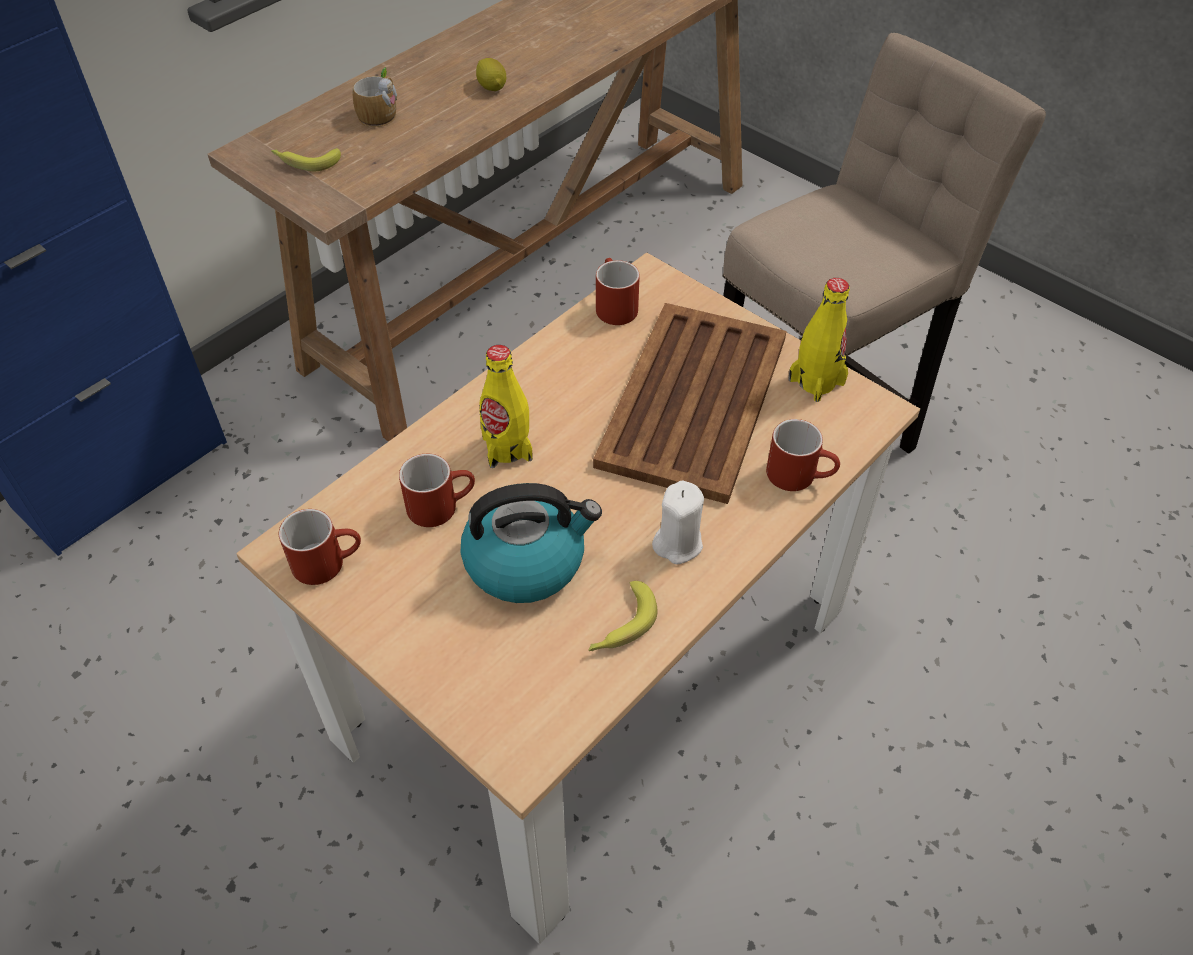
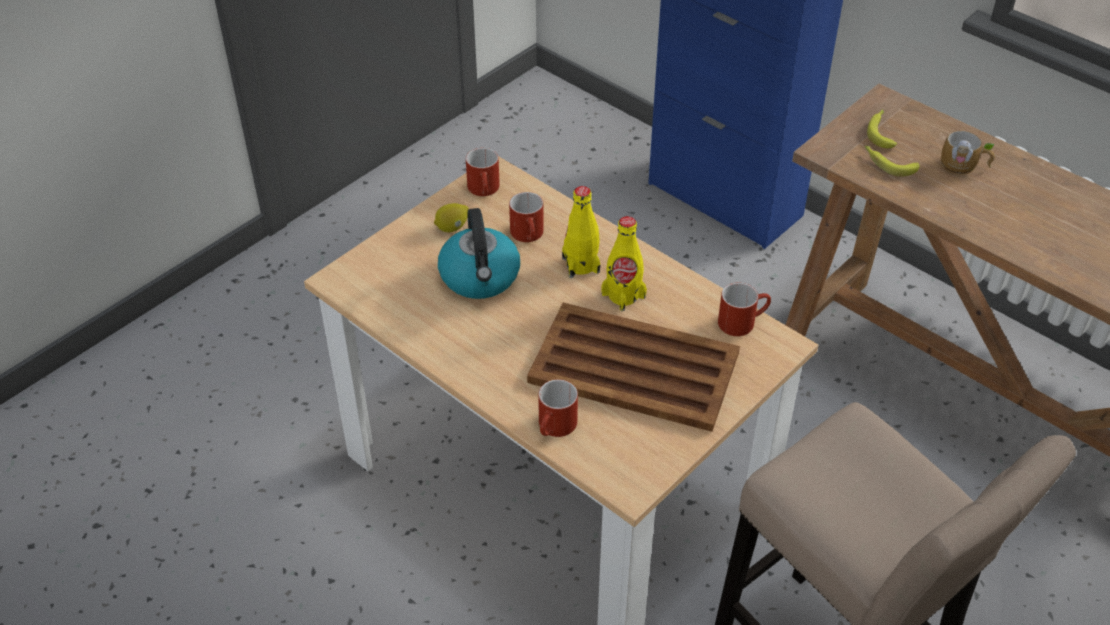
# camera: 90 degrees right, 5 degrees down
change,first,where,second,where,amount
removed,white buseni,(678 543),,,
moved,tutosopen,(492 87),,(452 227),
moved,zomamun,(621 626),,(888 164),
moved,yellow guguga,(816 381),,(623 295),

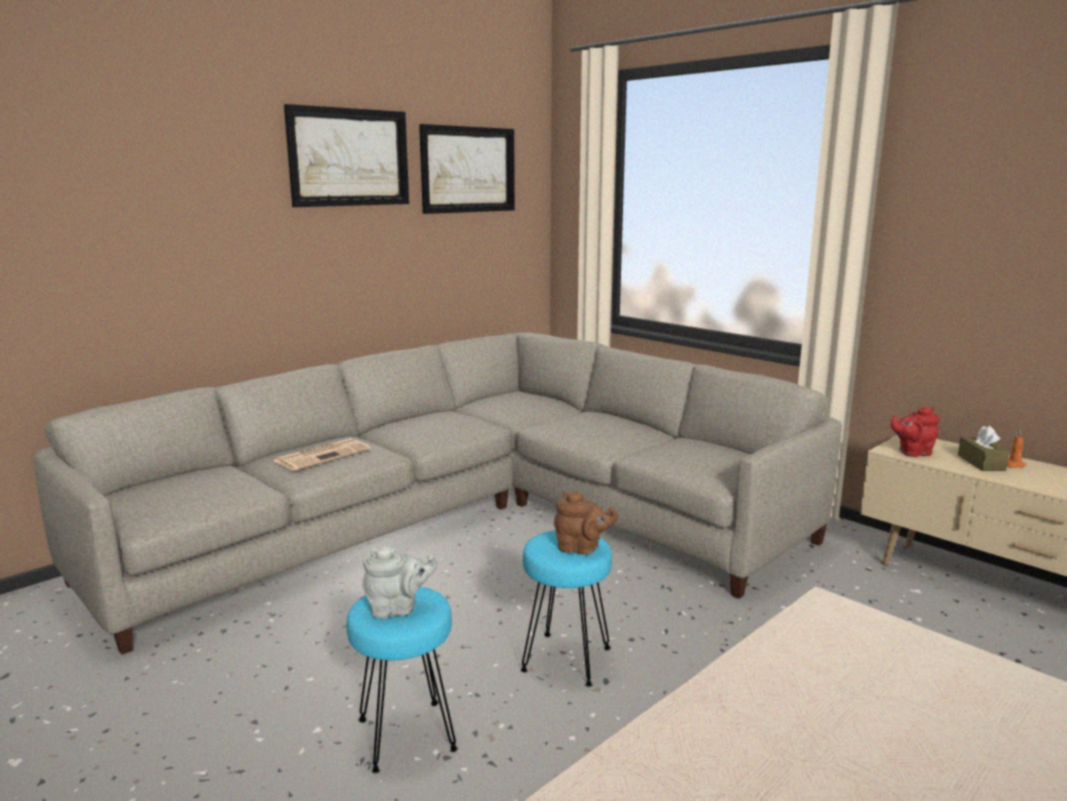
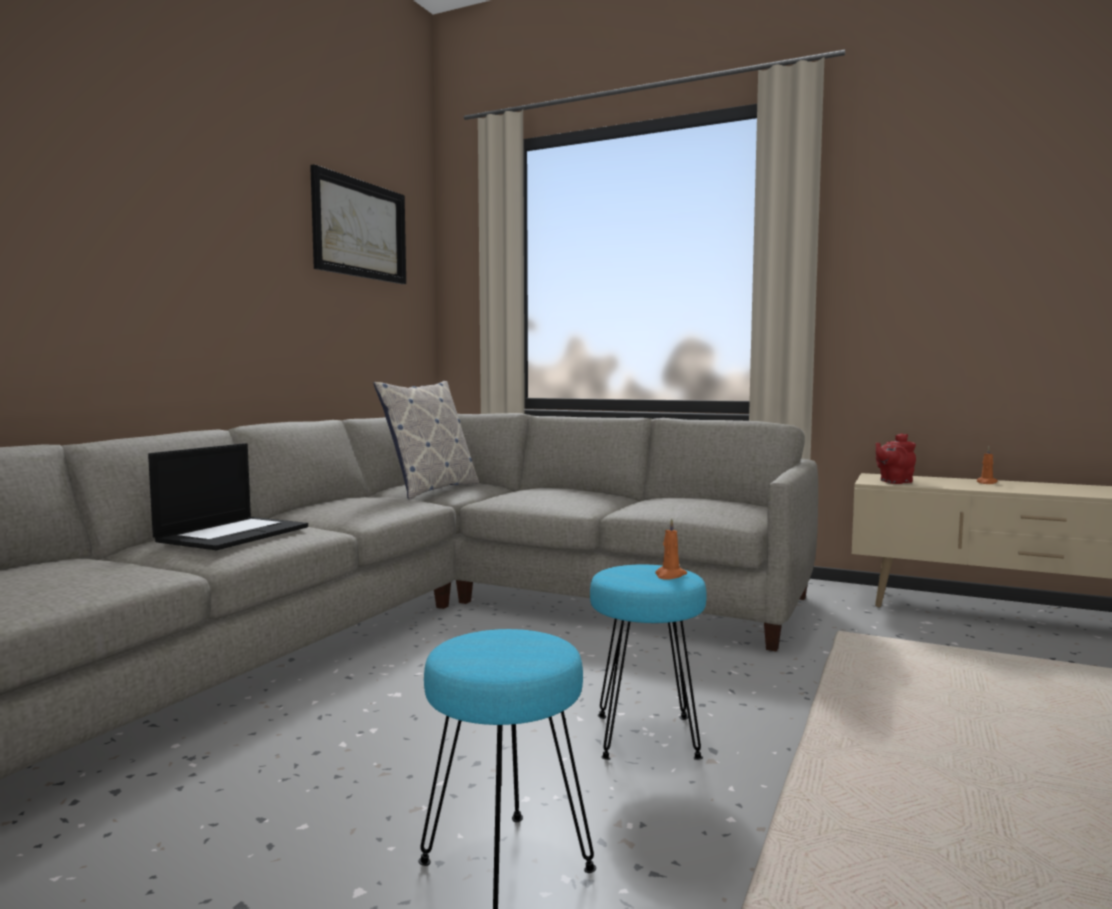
# camera: 20 degrees left, 10 degrees down
change,first,where,second,where,amount
removed,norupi,(349 157),,,
removed,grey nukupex,(398 609),,,
removed,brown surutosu,(981 462),,,
added,,,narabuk,(430 490),
replaced,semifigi,(323 455),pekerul,(233 534),
replaced,brown nukupex,(582 549),orange buseni,(670 575),

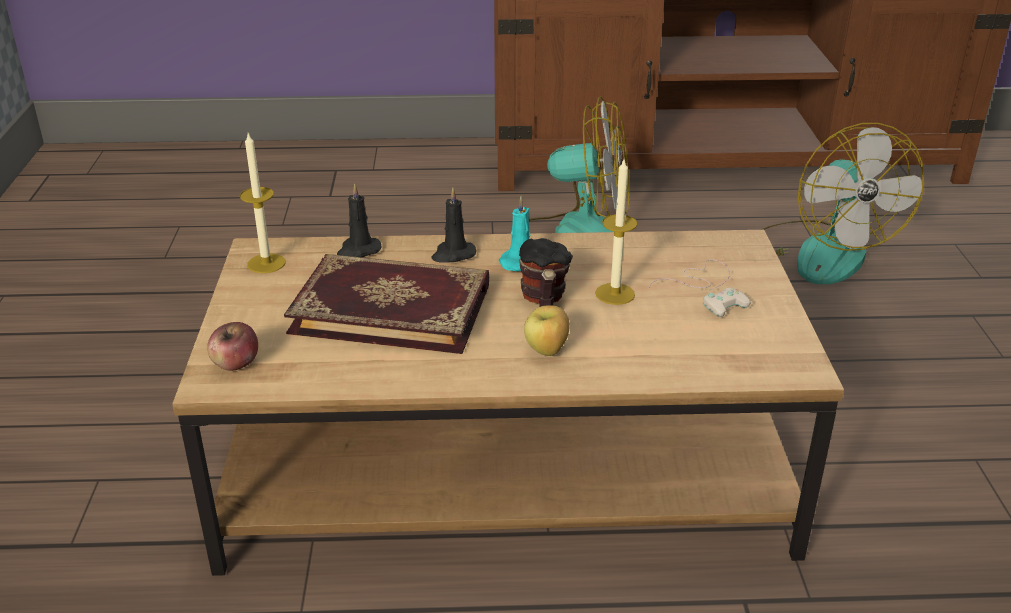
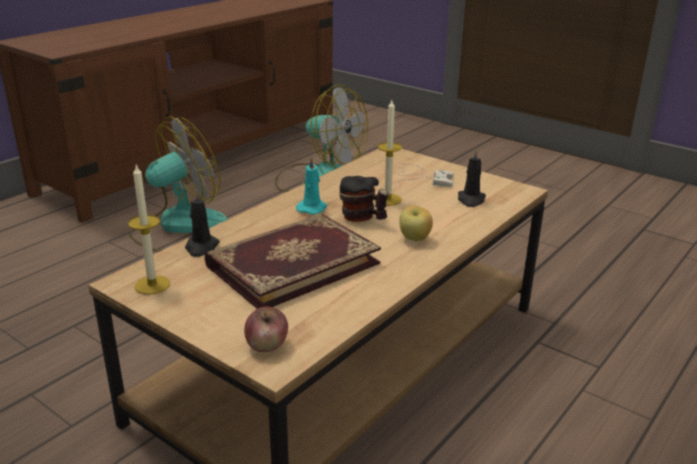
# camera: 50 degrees left, 5 degrees down
change,first,where,second,where,amount
moved,black buseni,(453 254),,(471 200),

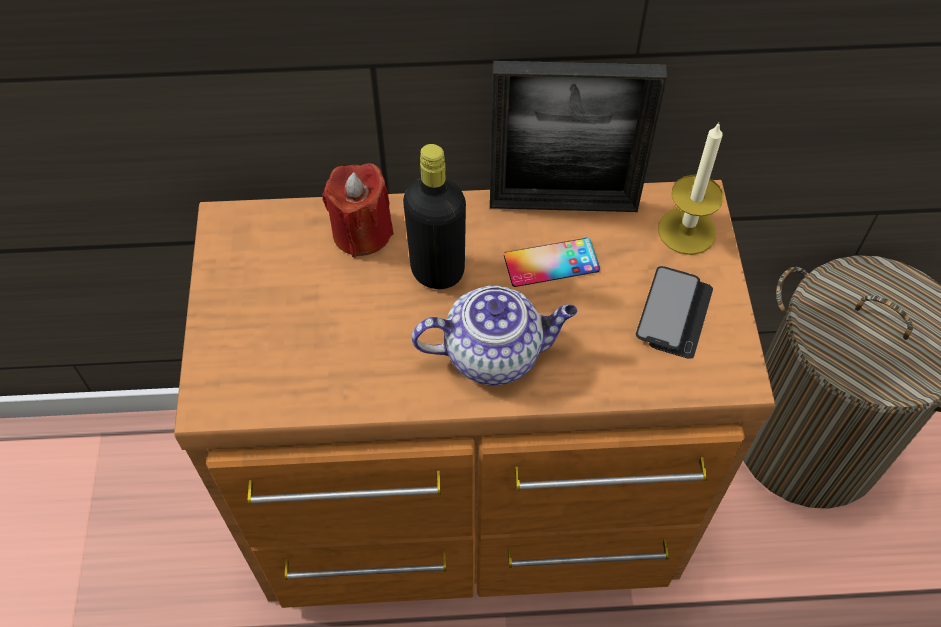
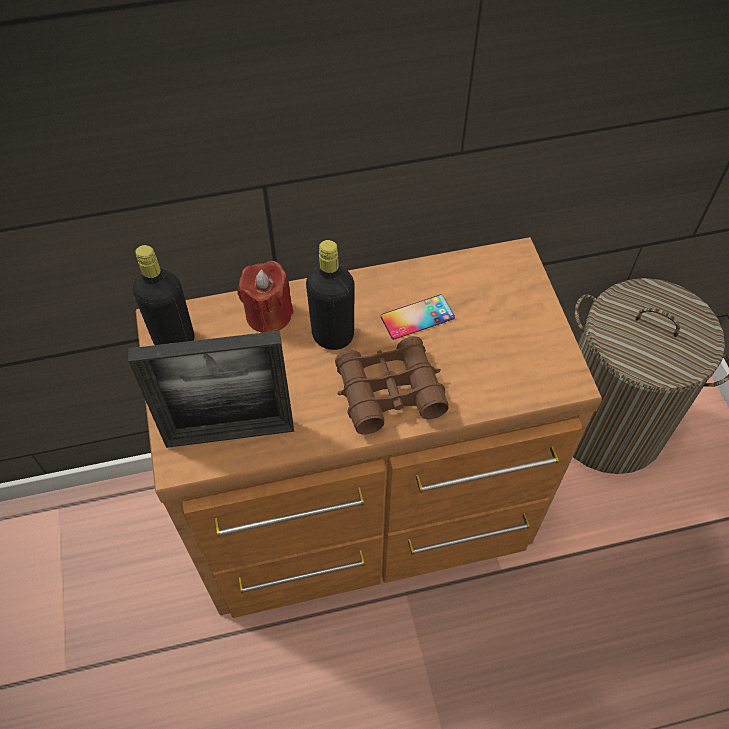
# camera: 10 degrees left, 0 degrees up
change,first,where,second,where,amount
removed,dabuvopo,(674 313),,,
removed,buseni,(687 231),,,
added,,,black guguga,(174 340),
moved,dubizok,(563 204),,(230 434),
replaced,nukupex,(495 353),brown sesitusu,(389 391),

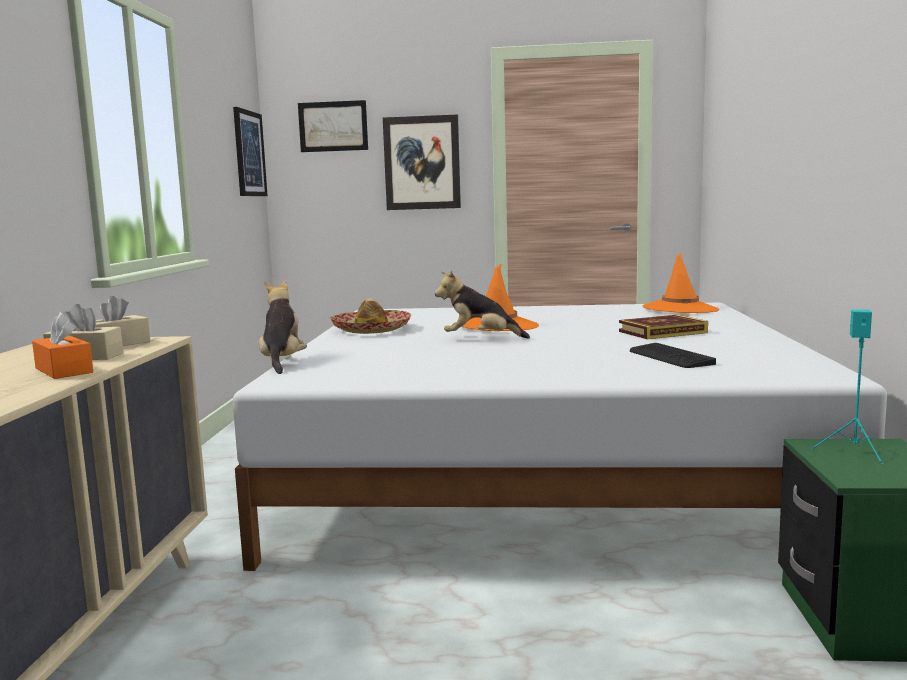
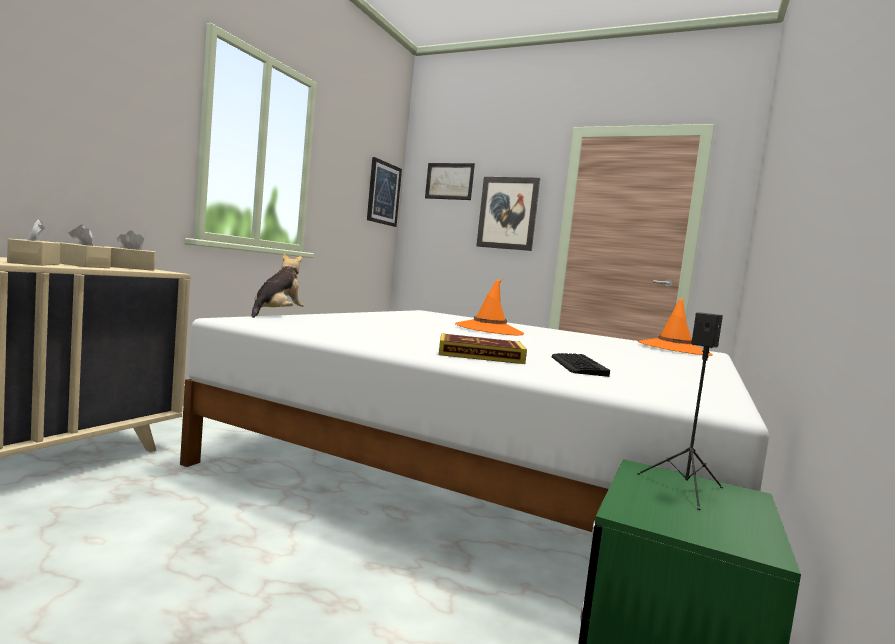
# camera: 20 degrees right, 5 degrees down
change,first,where,second,where,amount
removed,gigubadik,(370 330),,,
removed,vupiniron,(480 339),,,
moved,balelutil,(662 332),,(480 355),
recoloured,orange surutosu,(64 370),beige surutosu,(34 263),
recoloured,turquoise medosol,(854 451),black medosol,(685 489),

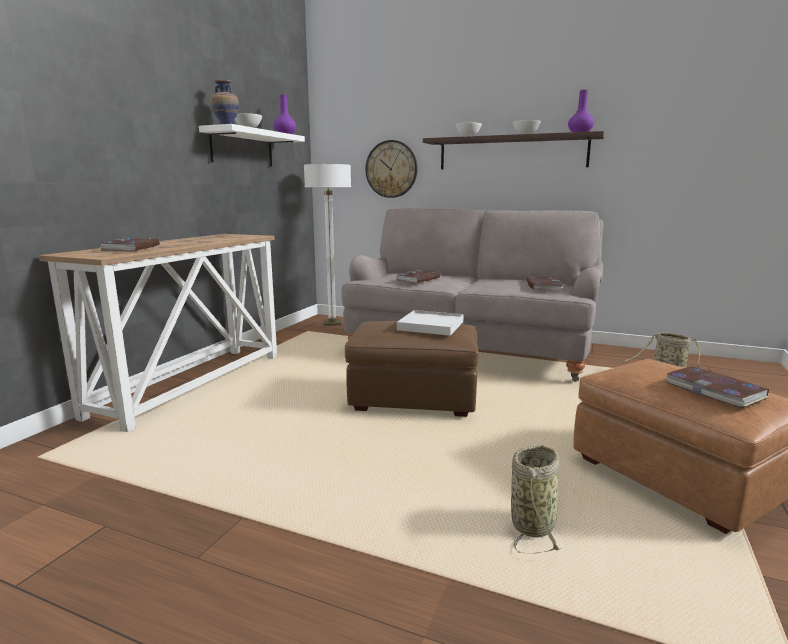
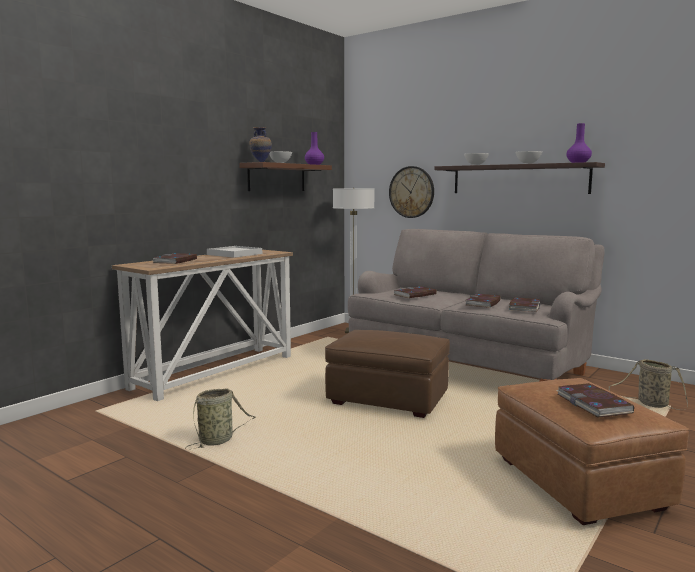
# camera: 15 degrees right, 5 degrees down
change,first,where,second,where,amount
added,,,balelutil,(483 303),
moved,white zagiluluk,(430 326),,(234 254),
moved,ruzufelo,(533 523),,(218 440),
recoloured,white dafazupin,(242 148),brown dafazupin,(276 177),

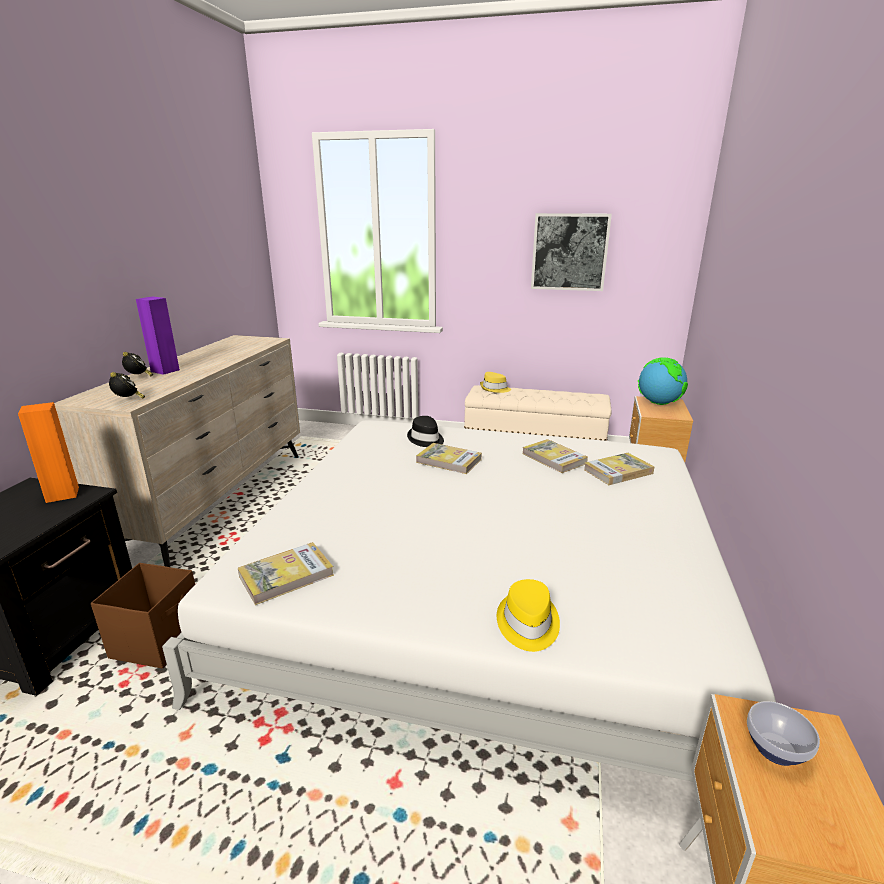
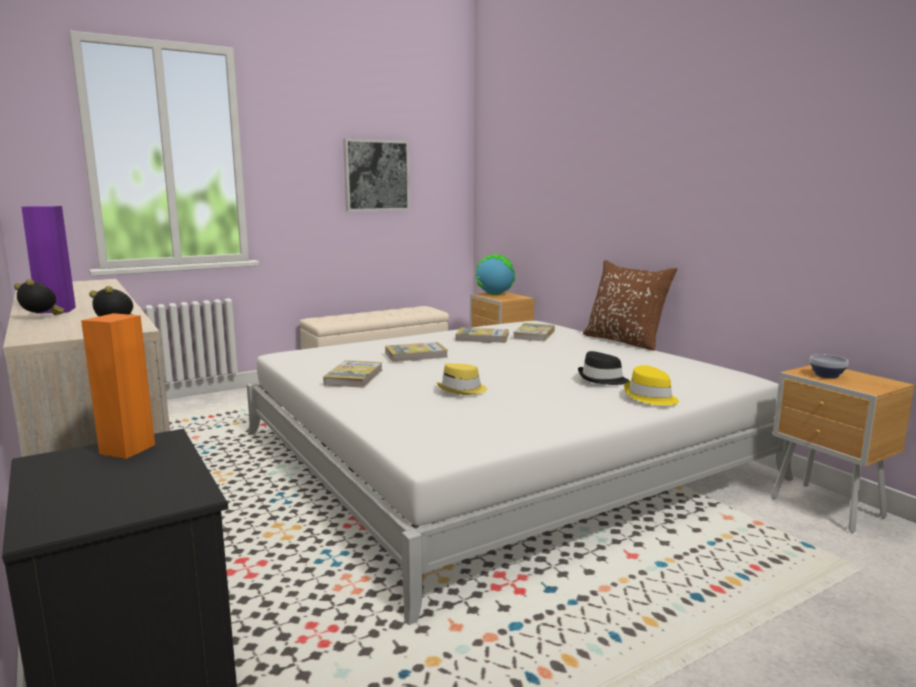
# camera: 45 degrees left, 10 degrees down
change,first,where,second,where,amount
removed,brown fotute,(159 640),,,
added,,,brown narabuk,(625 341),
moved,balelutil,(286 576),,(354 377),
moved,black gigubadik,(426 439),,(602 379),
moved,yellow gigubadik,(494 389),,(462 390),

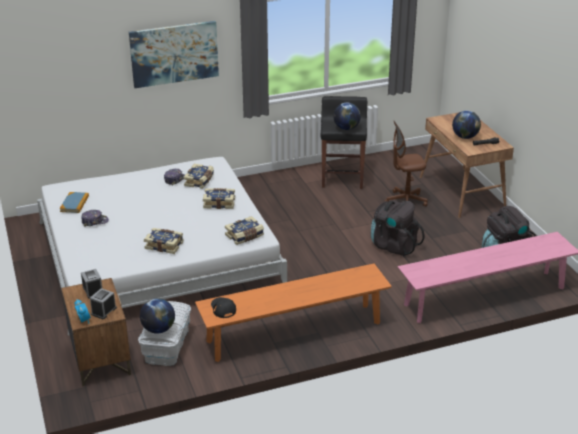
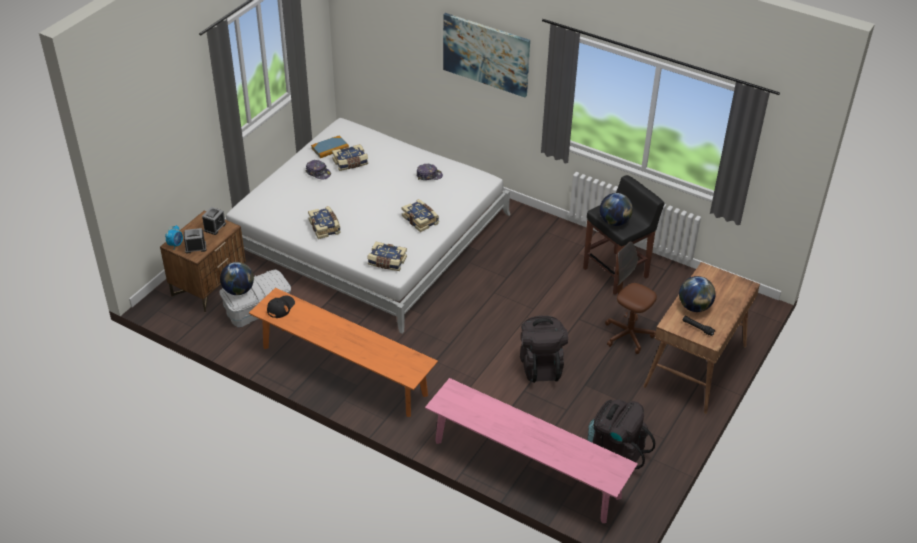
# camera: 50 degrees right, 10 degrees up
change,first,where,second,where,amount
moved,balelutil,(200 181),,(350 163),

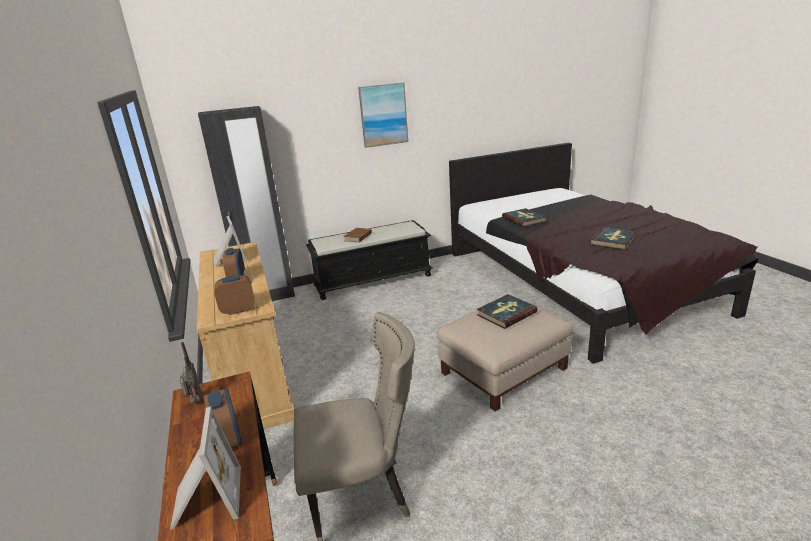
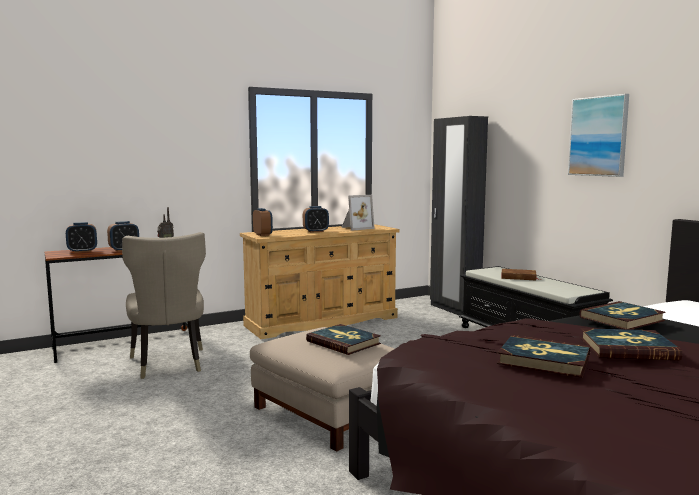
# camera: 80 degrees right, 15 degrees down
change,first,where,second,where,amount
added,,,balelutil,(627 348),
replaced,dubizok,(205 499),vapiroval,(82 251),

